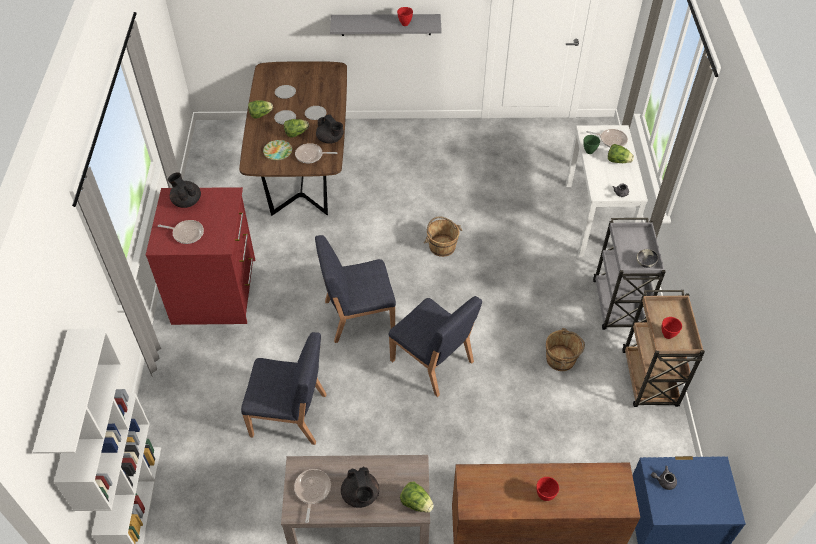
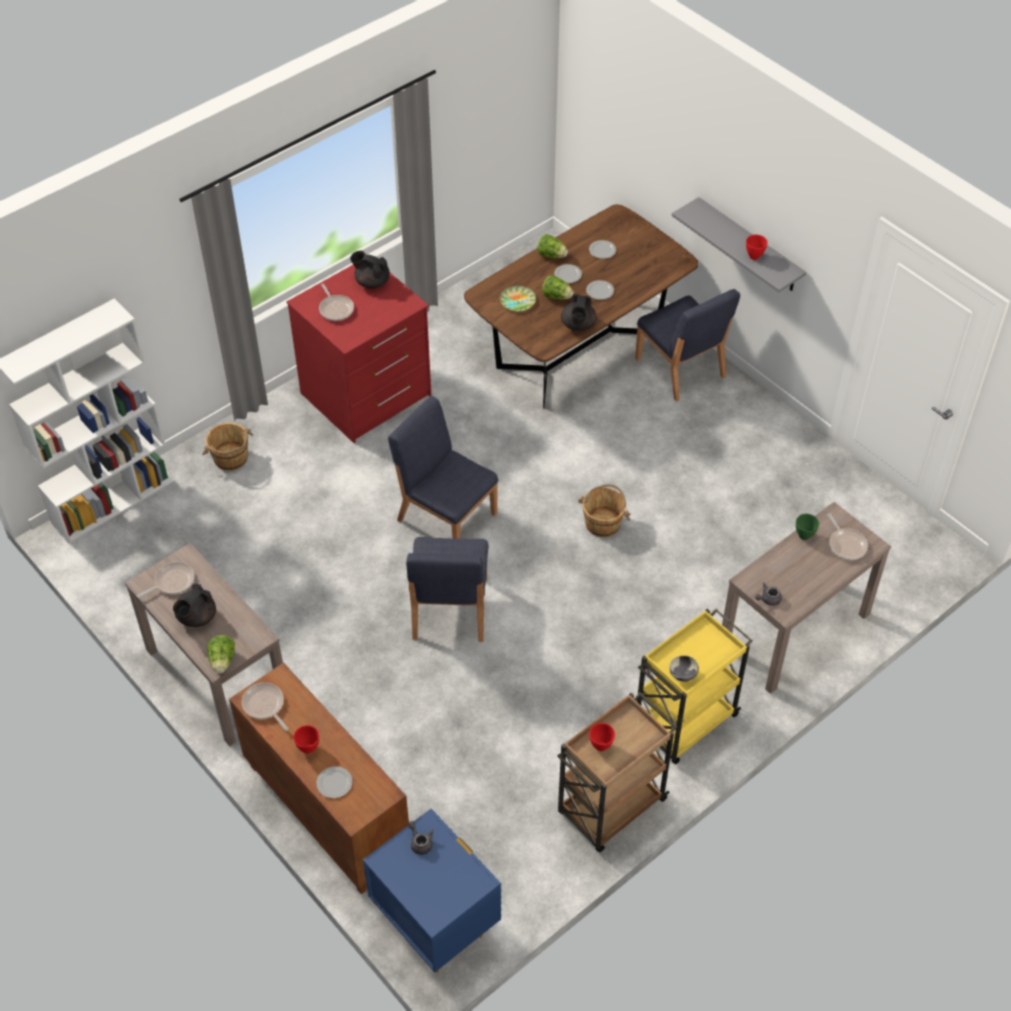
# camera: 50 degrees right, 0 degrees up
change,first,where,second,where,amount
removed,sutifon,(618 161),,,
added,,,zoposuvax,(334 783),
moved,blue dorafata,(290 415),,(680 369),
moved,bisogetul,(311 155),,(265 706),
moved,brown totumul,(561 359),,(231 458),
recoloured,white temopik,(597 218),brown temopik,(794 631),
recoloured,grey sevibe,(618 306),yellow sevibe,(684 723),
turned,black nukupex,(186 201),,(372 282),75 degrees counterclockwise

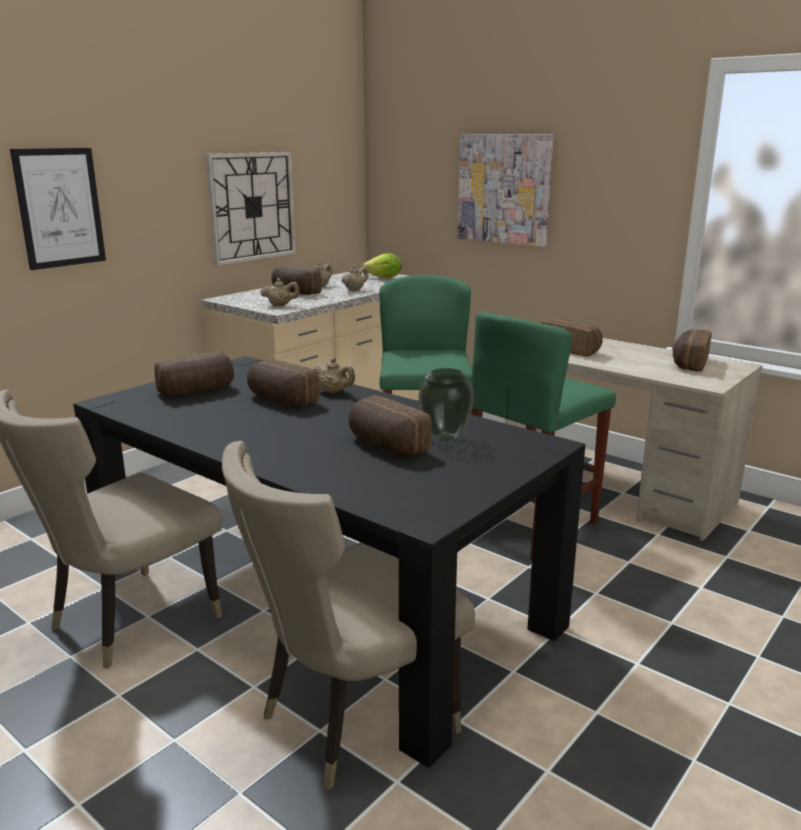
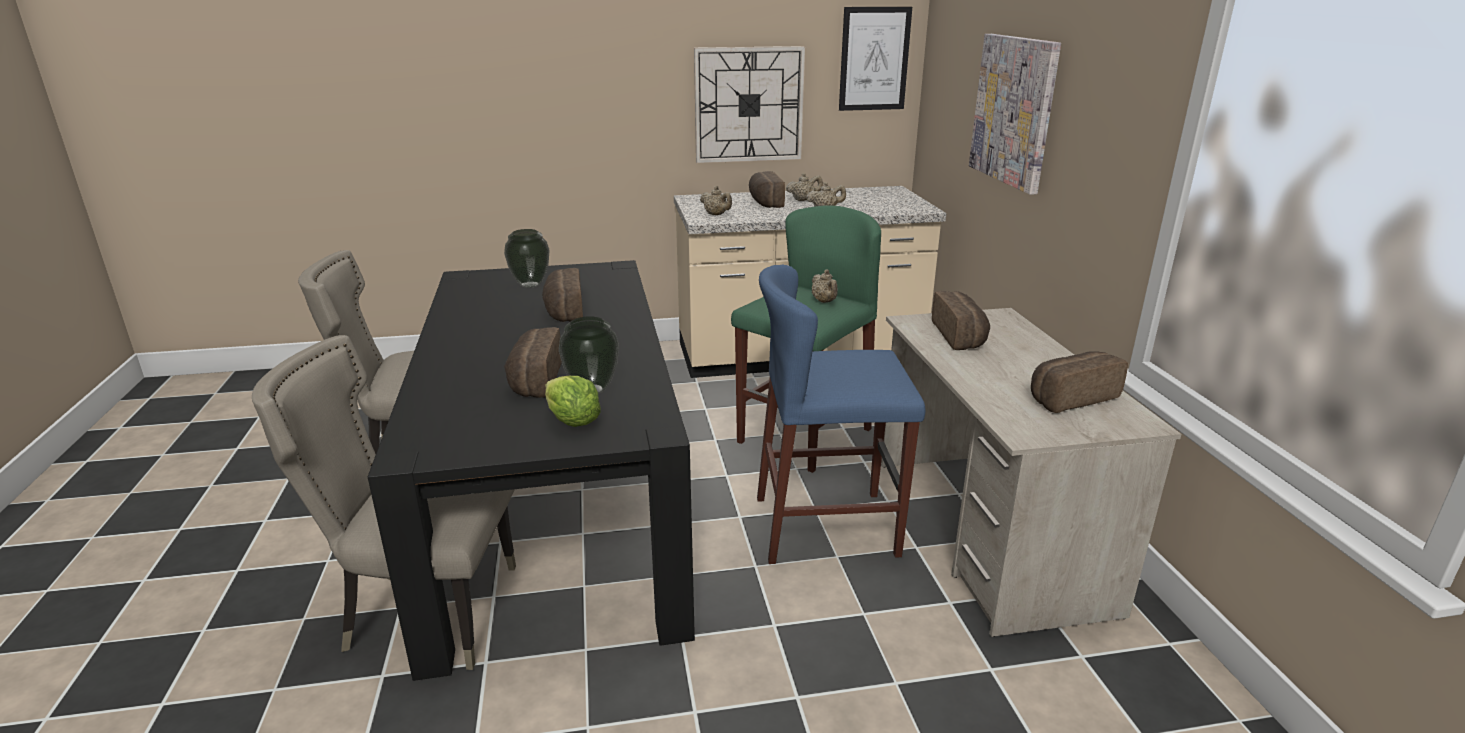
# camera: 40 degrees right, 5 degrees up
change,first,where,second,where,amount
moved,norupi,(60 208),,(874 59),
moved,beige nukupex,(334 392),,(824 302),
moved,sutifon,(384 278),,(572 421),
replaced,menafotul,(197 391),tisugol,(530 285),
recoloured,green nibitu,(529 525),blue nibitu,(826 526),

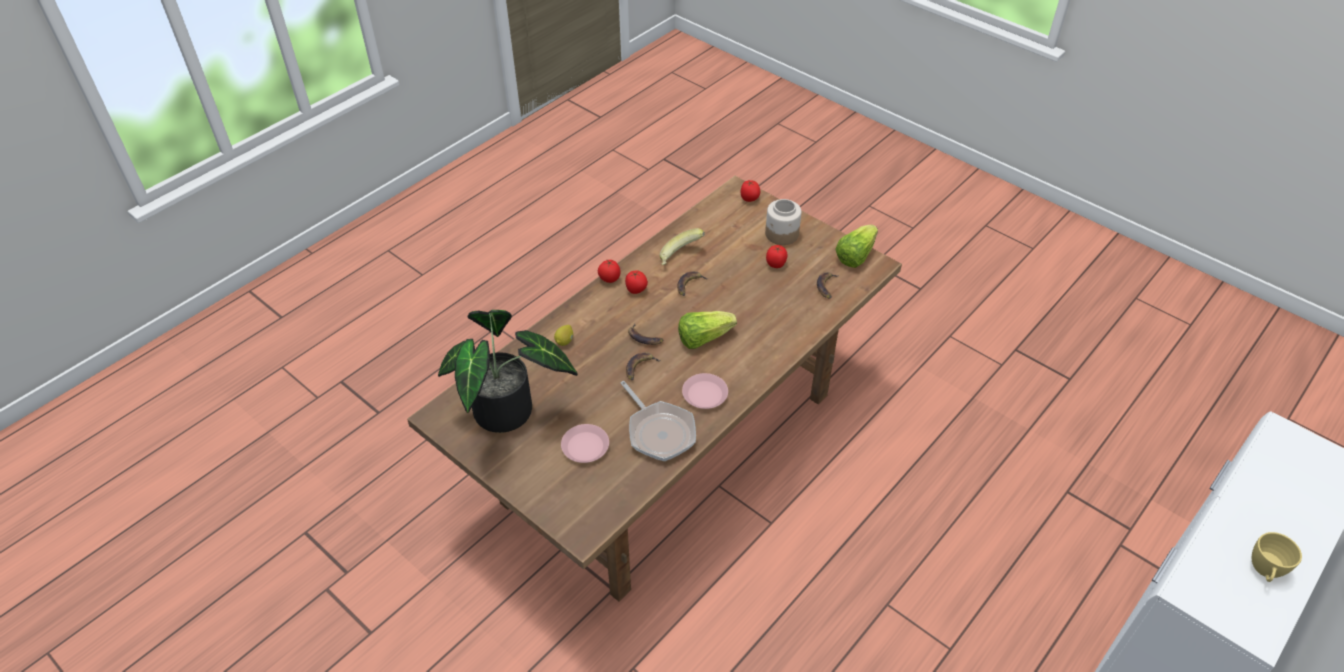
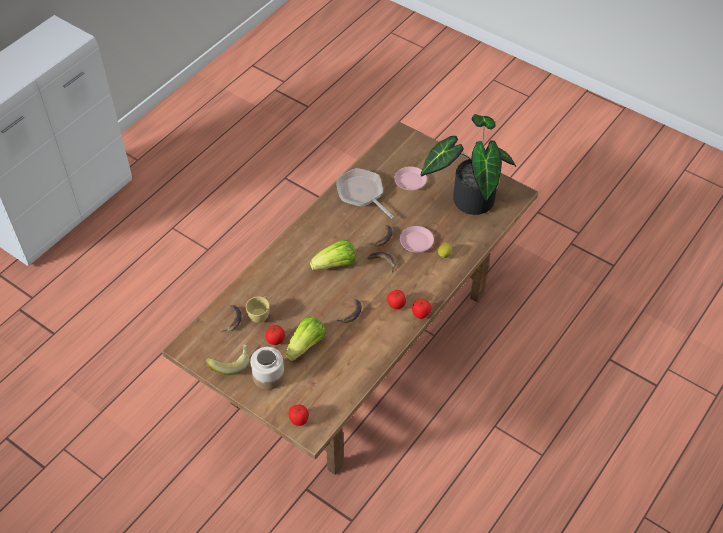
# camera: 175 degrees right, 5 degrees up
change,first,where,second,where,amount
moved,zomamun,(680 257),,(230 364),
moved,pink zoposuvax,(705 394),,(416 241),
moved,sutifon,(855 255),,(306 345),
moved,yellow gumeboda,(1264 571),,(260 315),

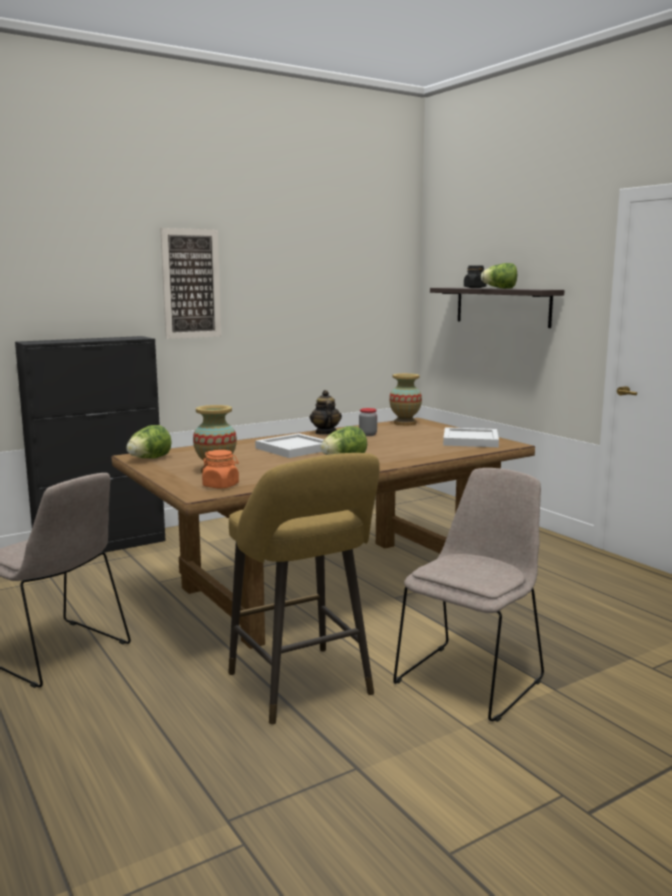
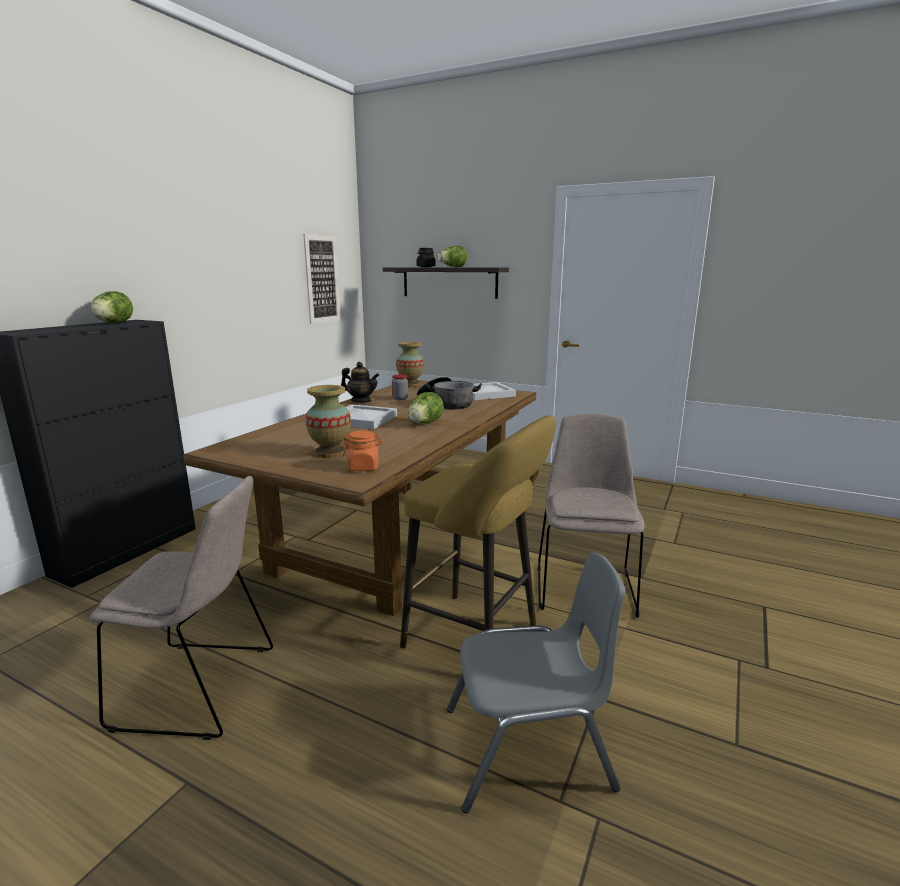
# camera: 30 degrees left, 5 degrees up
change,first,where,second,where,amount
added,,,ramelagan,(446 404),
added,,,grey dorafata,(528 750),
moved,sutifon,(149 459),,(113 323),
moved,norupi,(191 284),,(322 279),
turned,nukupex,(325 432),,(361 401),150 degrees clockwise

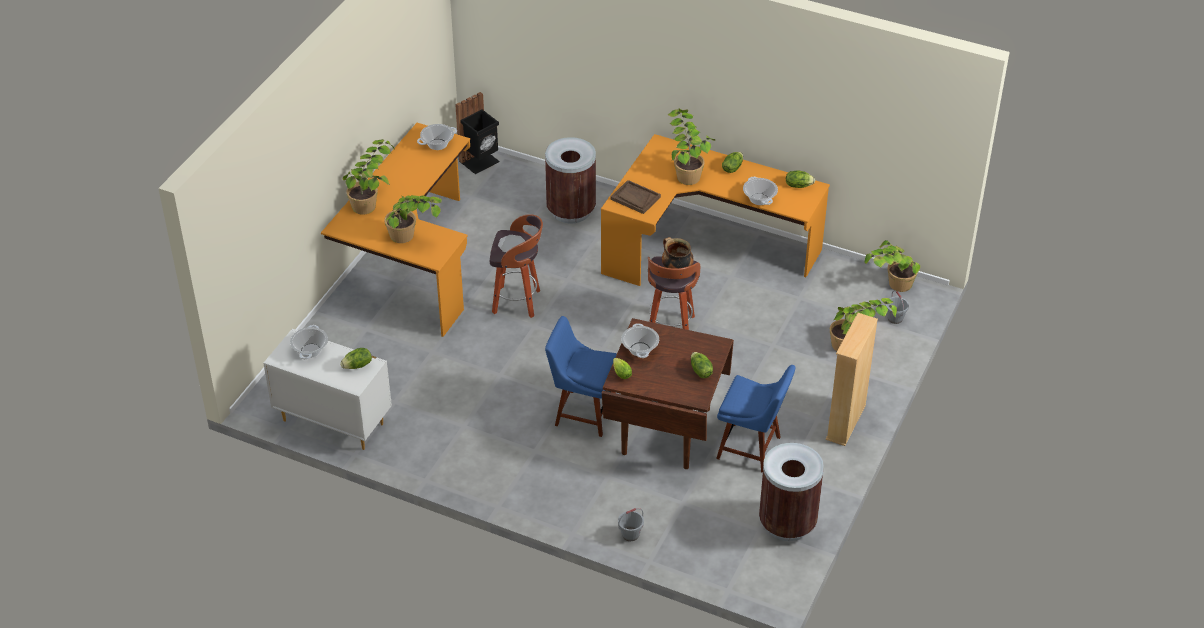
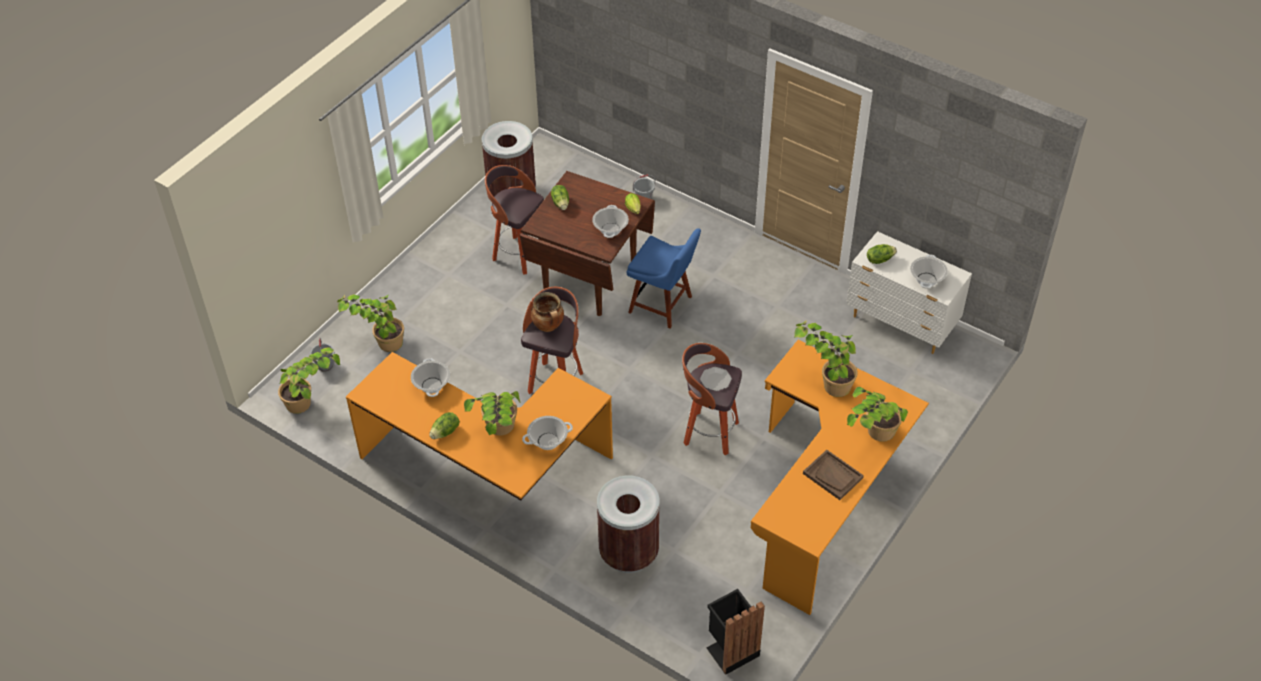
# camera: 170 degrees left, 5 degrees up
change,first,where,second,where,amount
removed,sutifon,(798 185),,,
removed,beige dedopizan,(846 422),,,
moved,ramelagan,(437 144),,(548 441),
moved,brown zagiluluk,(635 198),,(833 476),
replaced,blue dorafata,(752 448),nibitu,(518 255),

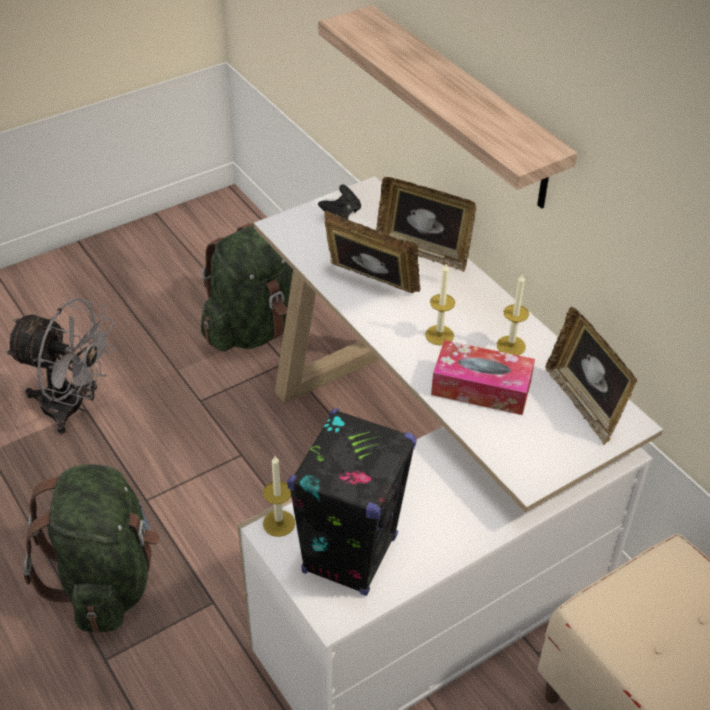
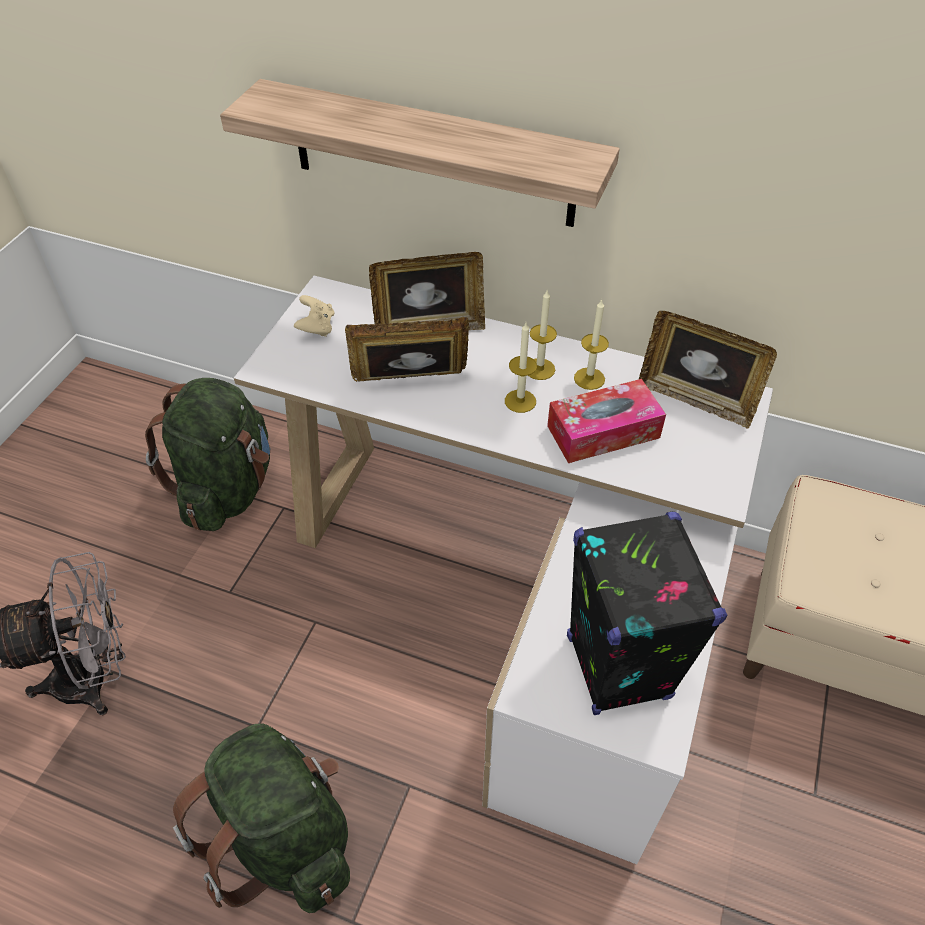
# camera: 35 degrees left, 5 degrees up
change,first,where,second,where,amount
moved,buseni,(279 523),,(539 369),
recoloured,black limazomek,(341 214),beige limazomek,(316 327),

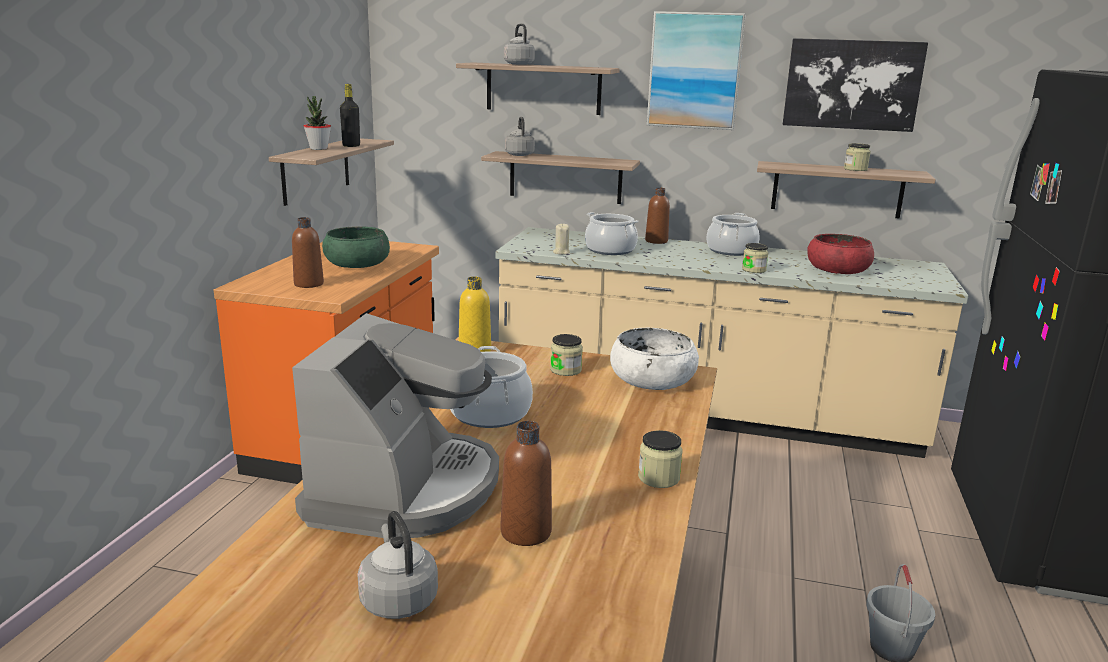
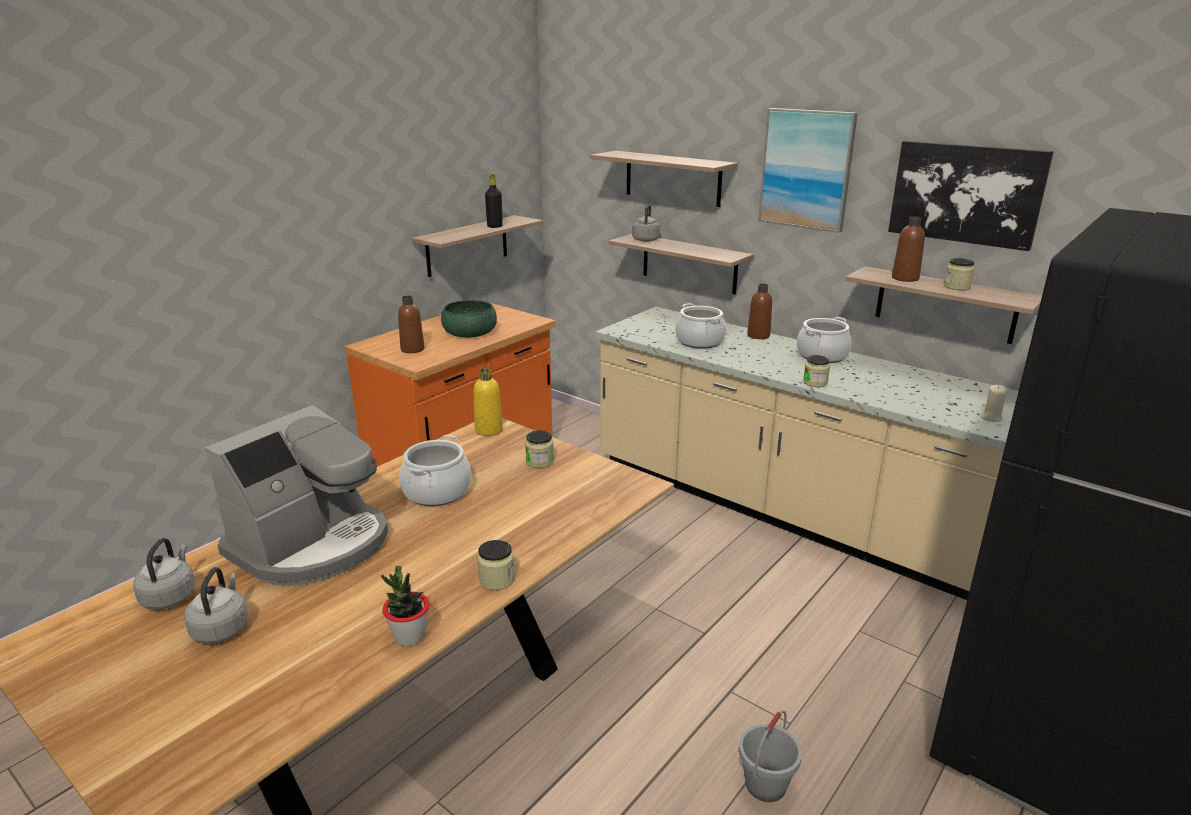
# camera: 25 degrees right, 5 degrees up
change,first,where,second,where,amount
removed,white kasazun,(652 379),,,
removed,red kasazun,(838 269),,,
moved,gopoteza,(318 149),,(409 637),
moved,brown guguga,(526 532),,(905 278),
moved,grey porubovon,(518 64),,(170 596),
moved,beige buseni,(561 252),,(991 417),

